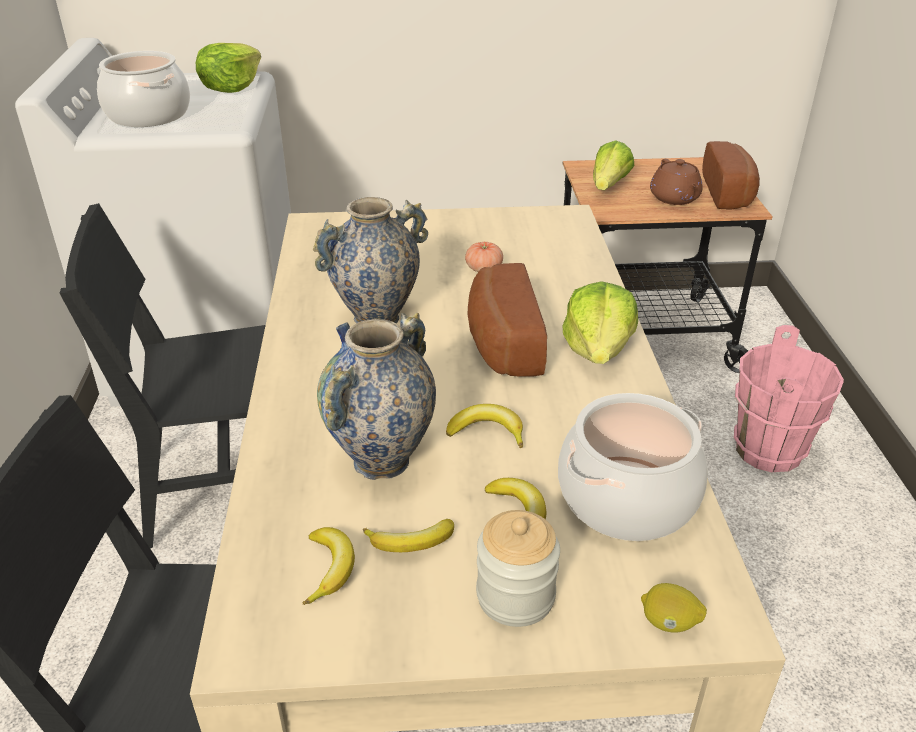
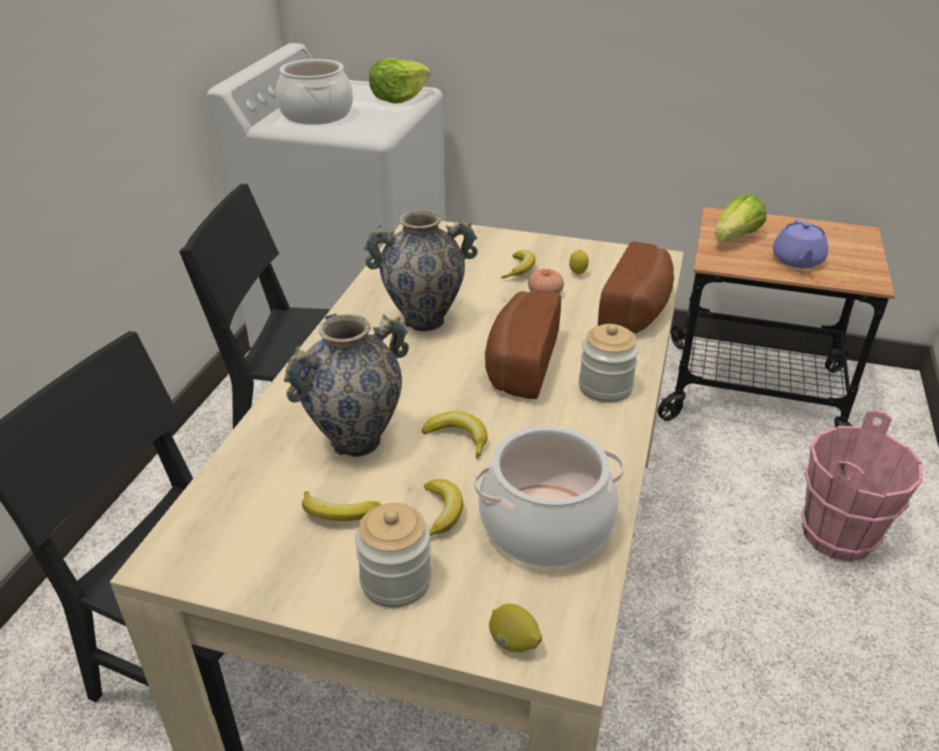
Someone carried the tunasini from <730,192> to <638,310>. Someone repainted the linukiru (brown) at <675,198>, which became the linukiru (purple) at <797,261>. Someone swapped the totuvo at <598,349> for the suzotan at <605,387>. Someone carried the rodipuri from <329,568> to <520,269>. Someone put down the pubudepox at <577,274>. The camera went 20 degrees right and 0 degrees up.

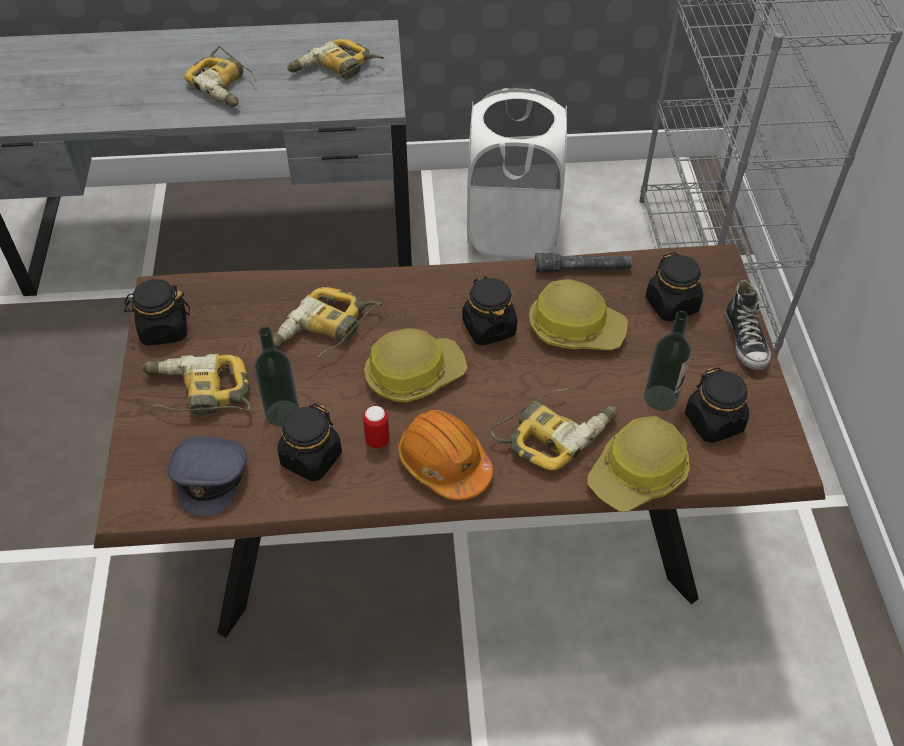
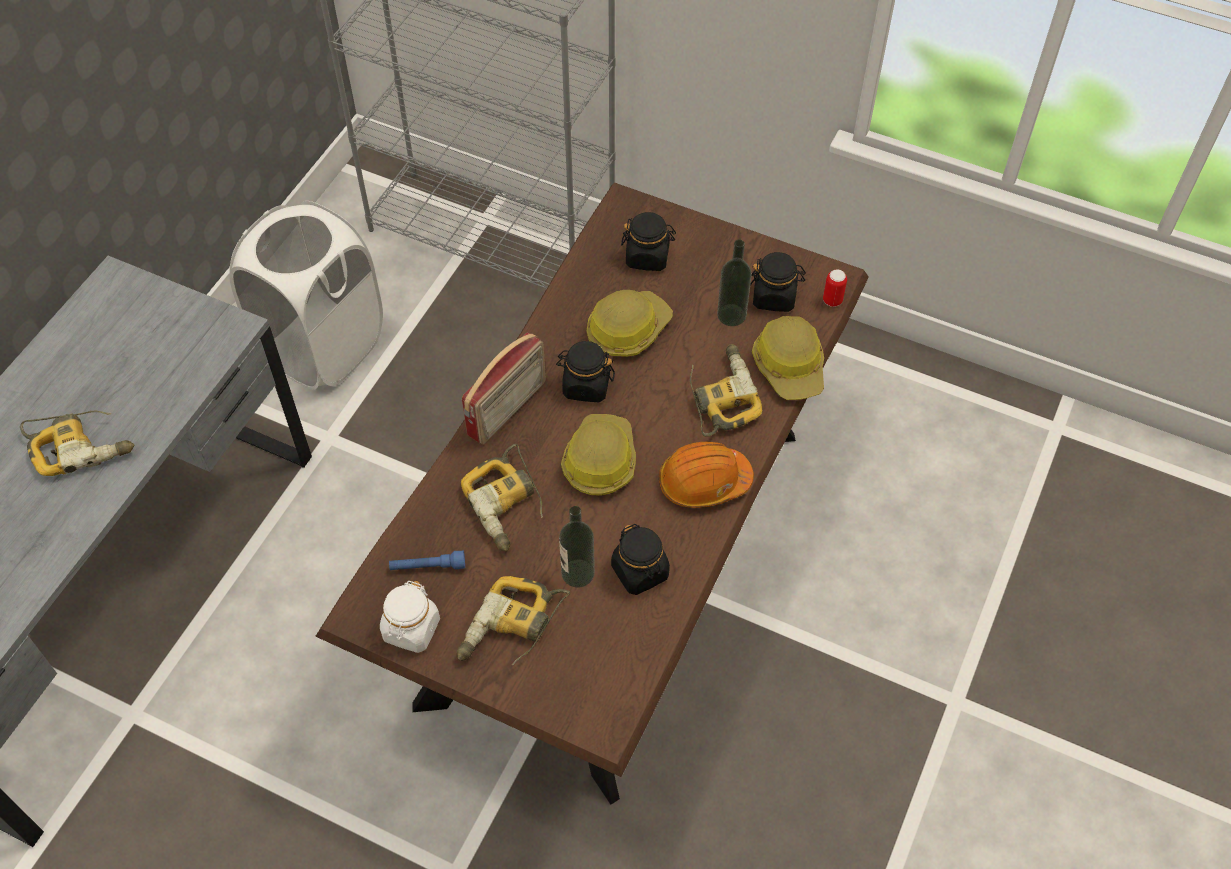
Someone took away the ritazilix at <335,71>. Someone took away the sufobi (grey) at <582,269>. Someone repainted the suzotan (black) at <164,329>, which became the suzotan (white) at <411,629>. Someone took away the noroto at <745,341>. Someone carried the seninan from <377,441> to <832,300>. Someone took away the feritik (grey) at <211,477>. Someone put down the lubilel at <508,409>. Someone put down the sufobi (blue) at <428,567>. The camera went 60 degrees left and 5 degrees up.

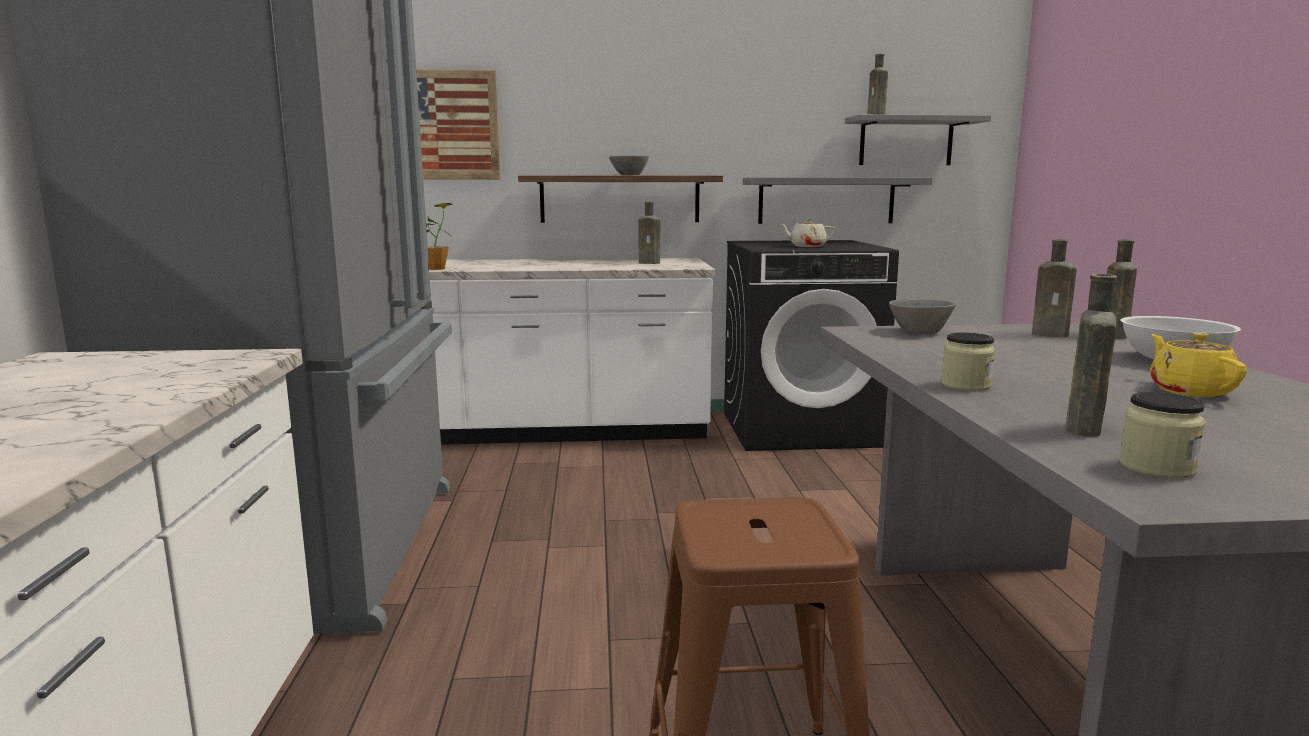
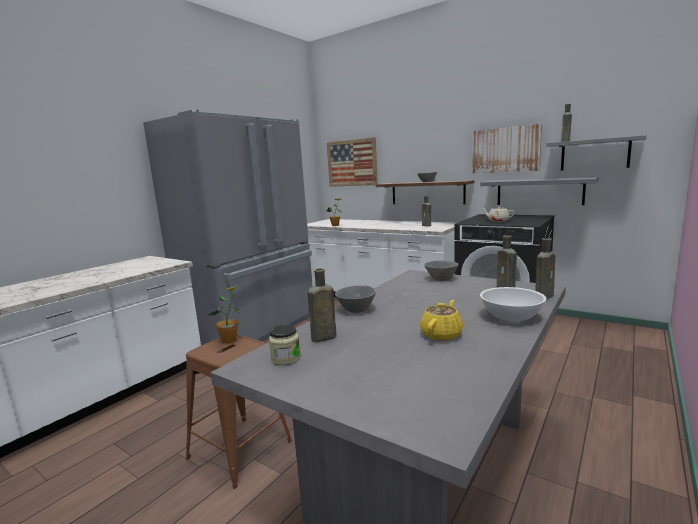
Someone swapped the suzotan at <966,385> for the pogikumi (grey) at <355,309>. Someone put up the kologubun at <505,150>. Someone put down the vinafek at <229,340>. The camera went 40 degrees right and 0 degrees up.

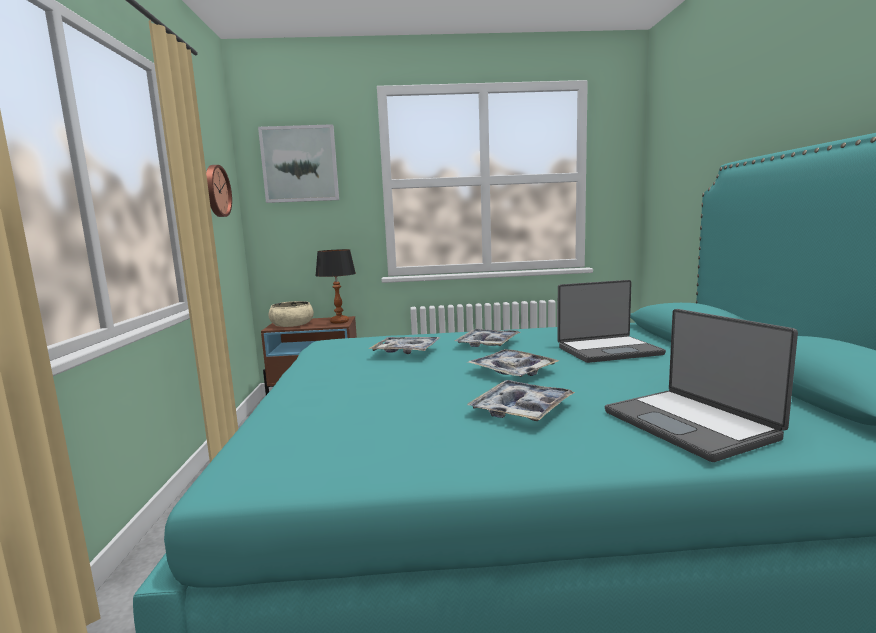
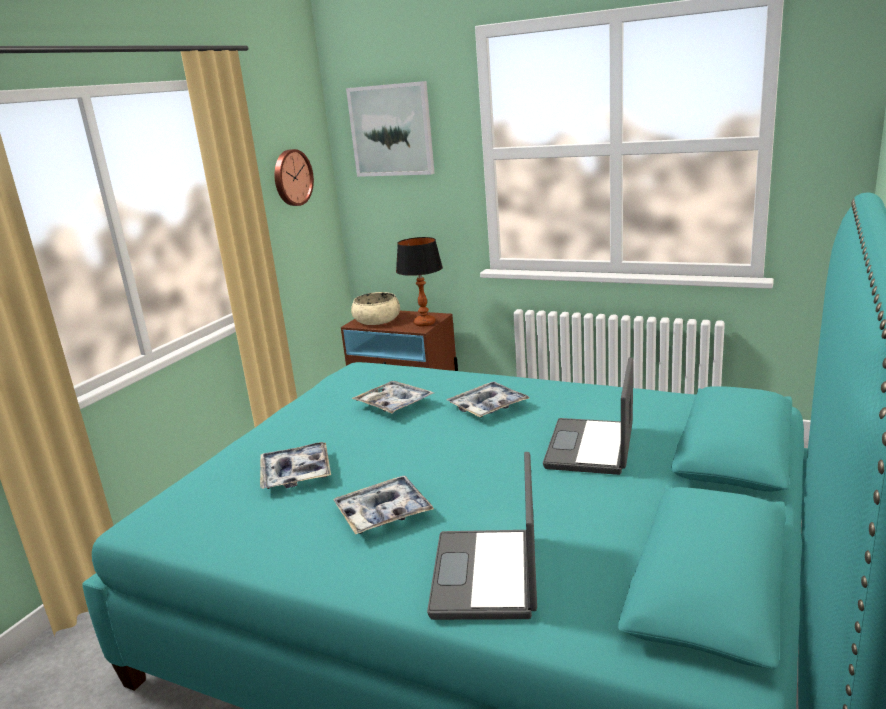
Someone rotated the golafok at <608,350> by 90 degrees clockwise. Someone carried the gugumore from <512,371> to <296,473>. The camera went 30 degrees right and 10 degrees up.

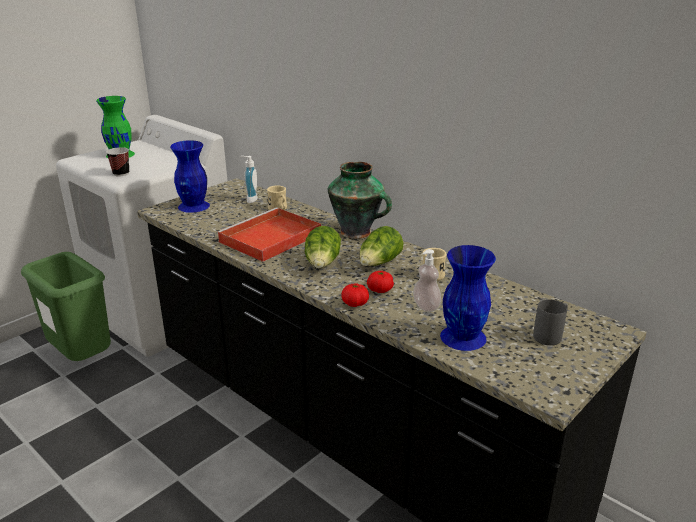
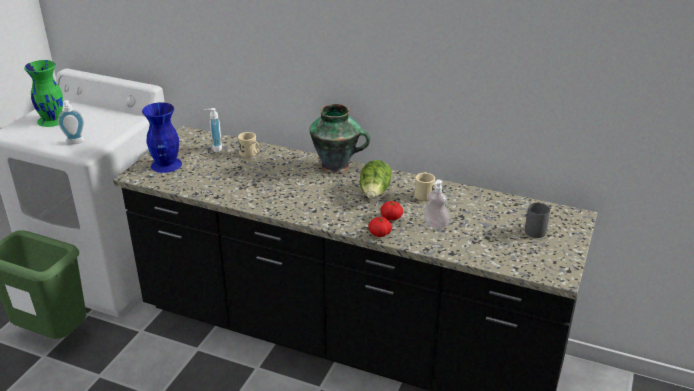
Someone swapped the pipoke at <121,173> for the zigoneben at <75,143>. Someone took away the gugumore (red) at <269,238>. Someone took away the totuvo at <323,264>. Someone took away the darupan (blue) at <463,337>. The camera went 20 degrees left and 5 degrees up.

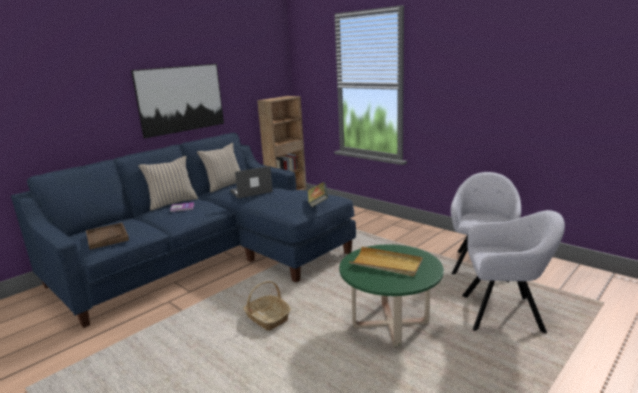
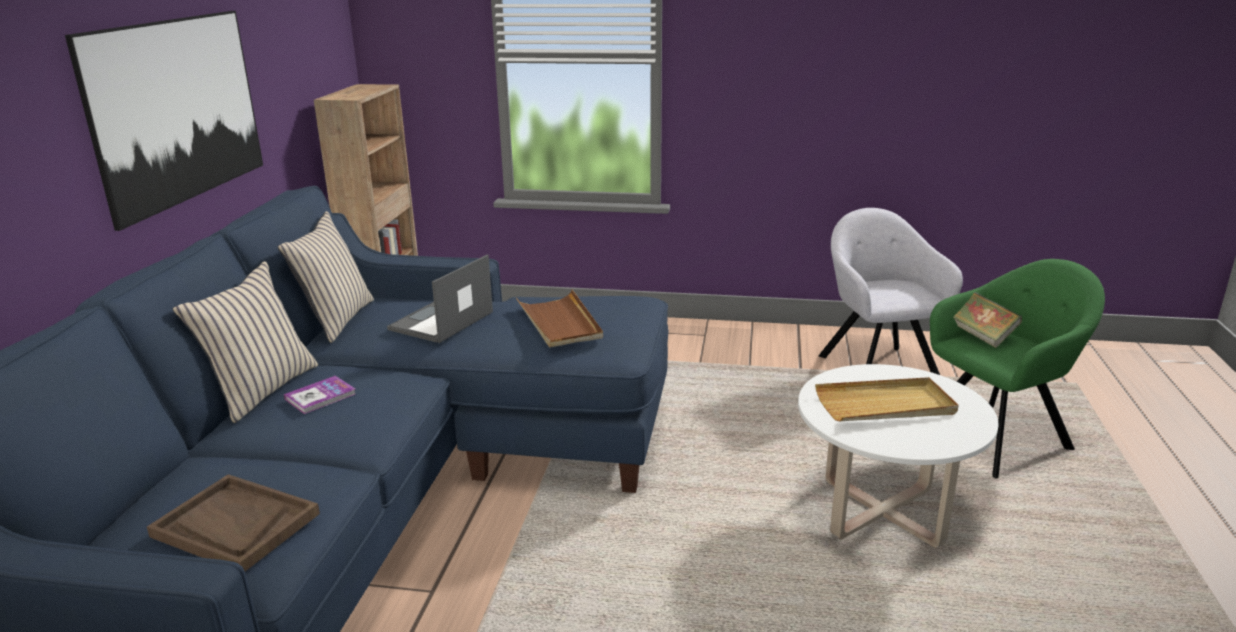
Someone carried the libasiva from <318,203> to <981,336>. Someone repainted the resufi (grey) at <505,313>, which became the resufi (green) at <997,437>. Someone repainted the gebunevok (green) at <390,324>, which became the gebunevok (white) at <882,512>. Someone took away the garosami at <267,318>. Someone put down the gugumore (brown) at <560,322>. The camera went 35 degrees left and 5 degrees up.

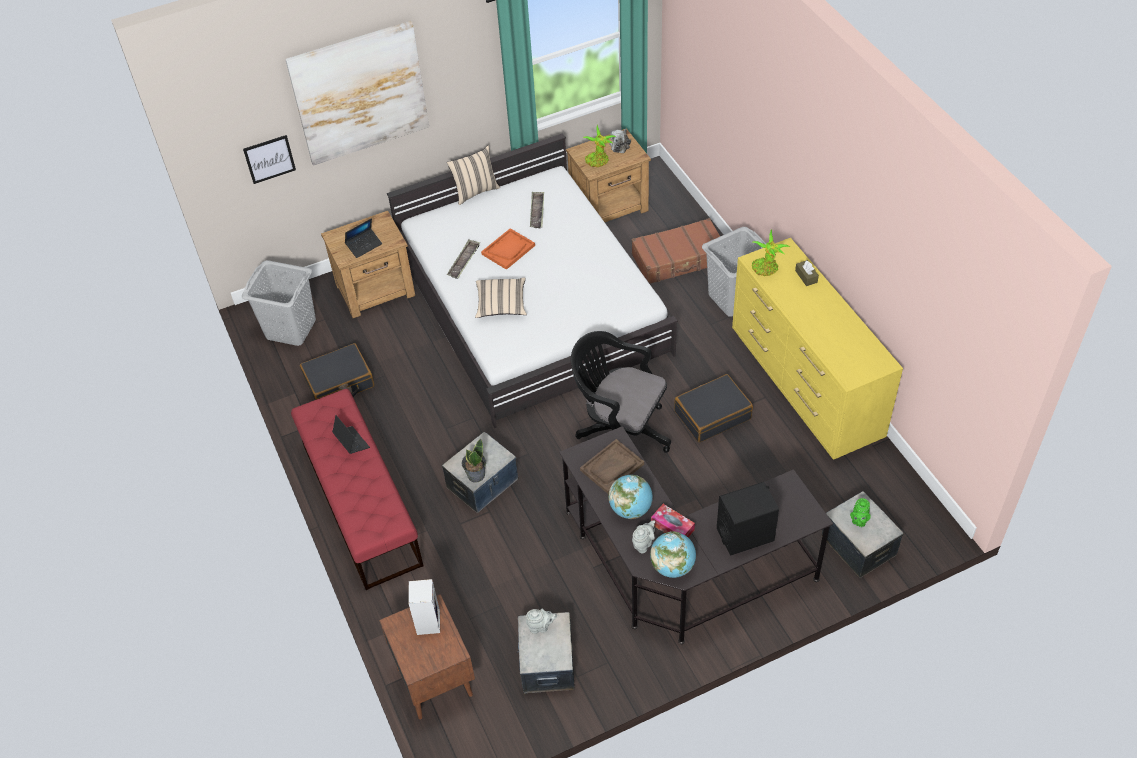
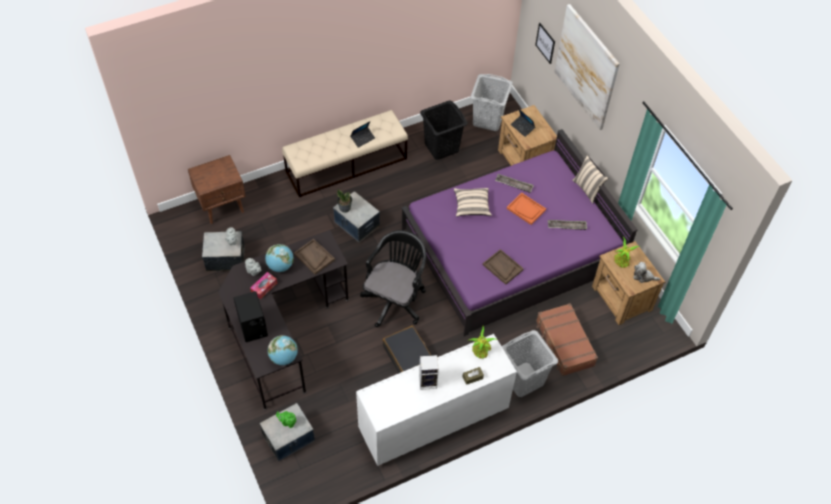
Someone repainted the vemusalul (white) at <533,306>, which became the vemusalul (purple) at <511,249>. Someone repainted the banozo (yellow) at <805,387>, which became the banozo (white) at <432,420>. Someone swapped the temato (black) at <339,382> for the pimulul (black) at <442,147>. Someone repainted the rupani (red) at <361,503>, which became the rupani (beige) at <347,165>. Someone carried the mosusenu from <672,566> to <284,357>. Someone carried the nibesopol from <427,621> to <428,381>. Someone put down the gugumore (brown) at <502,267>. The camera went 85 degrees right and 5 degrees up.

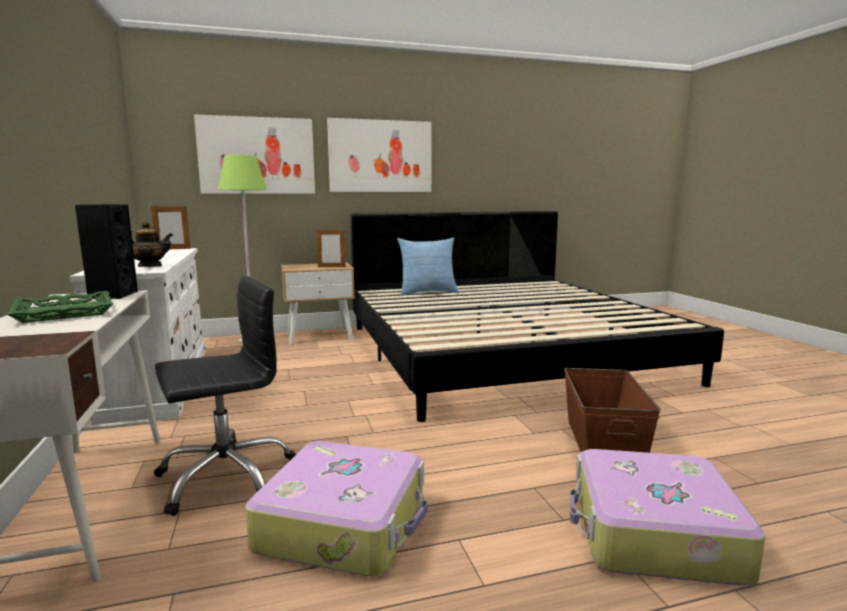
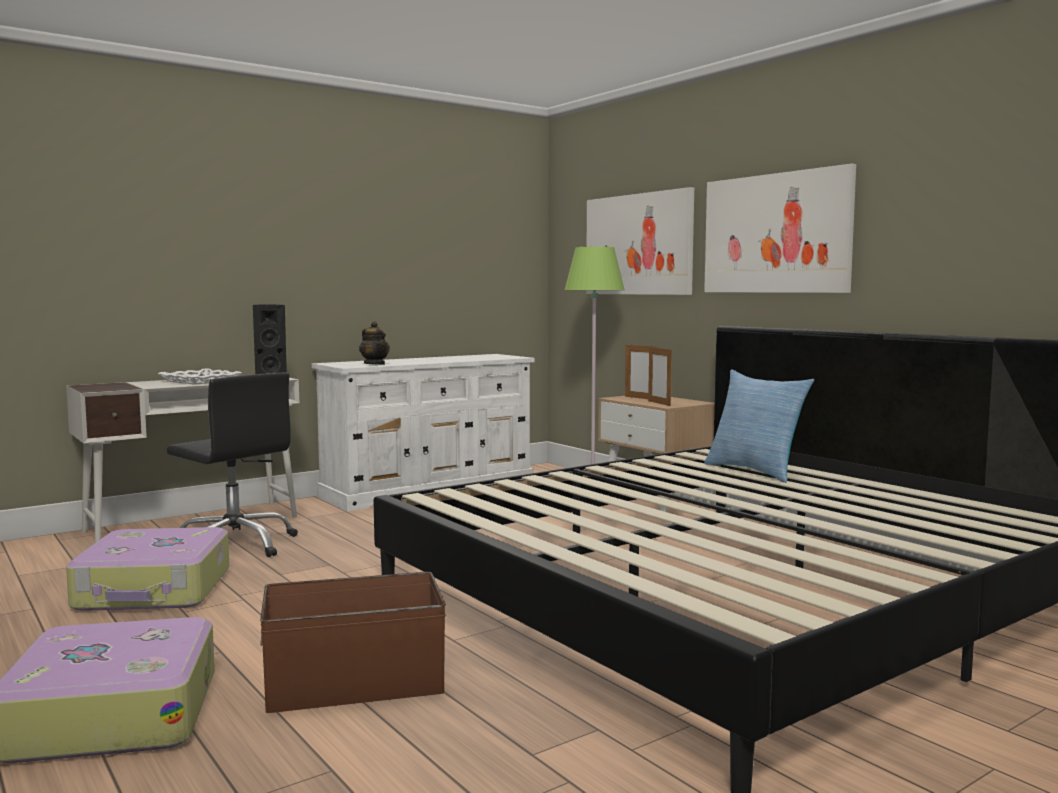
Someone carried the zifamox from <173,249> to <640,398>. Someone repainted the gugumore (green) at <64,313>, which became the gugumore (white) at <199,381>. The camera went 70 degrees right and 5 degrees down.

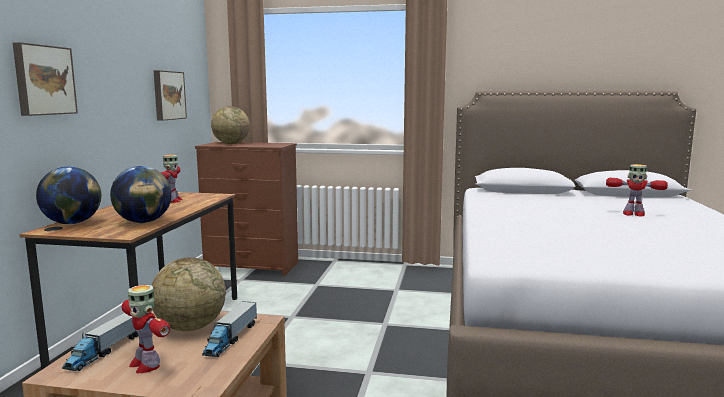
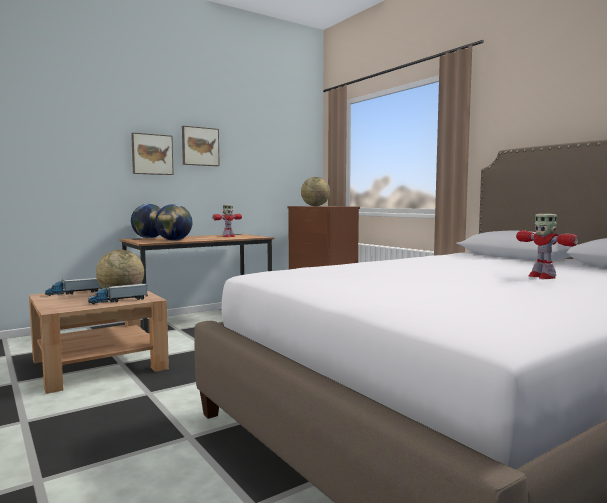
Someone carried the kologubun from <168,95> to <200,146>. Someone took away the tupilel at <145,364>. The camera went 45 degrees right and 5 degrees down.

